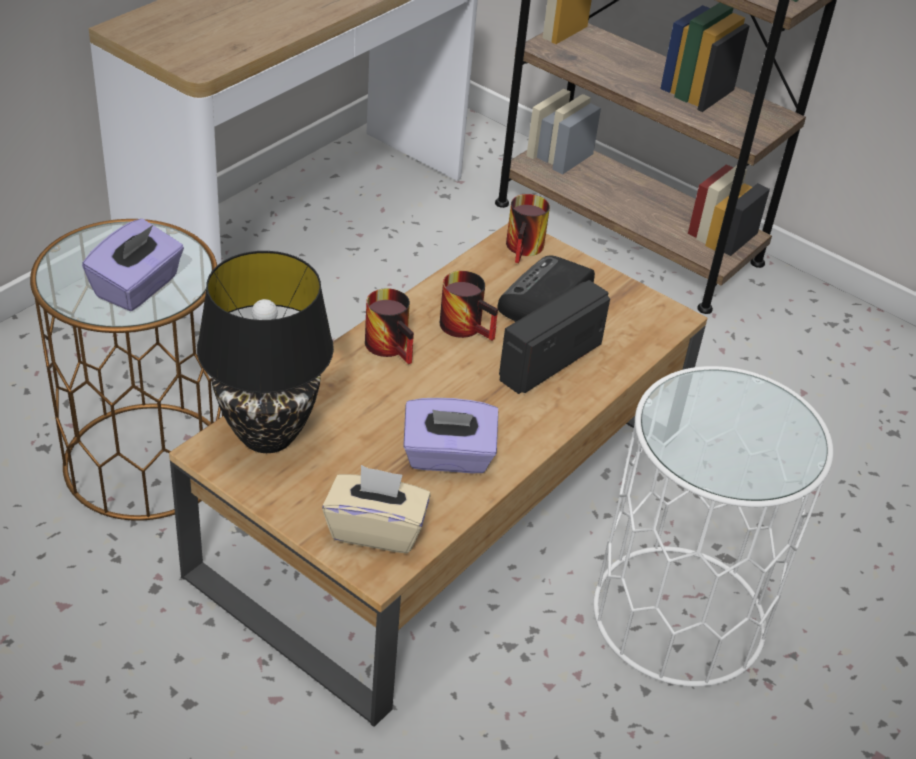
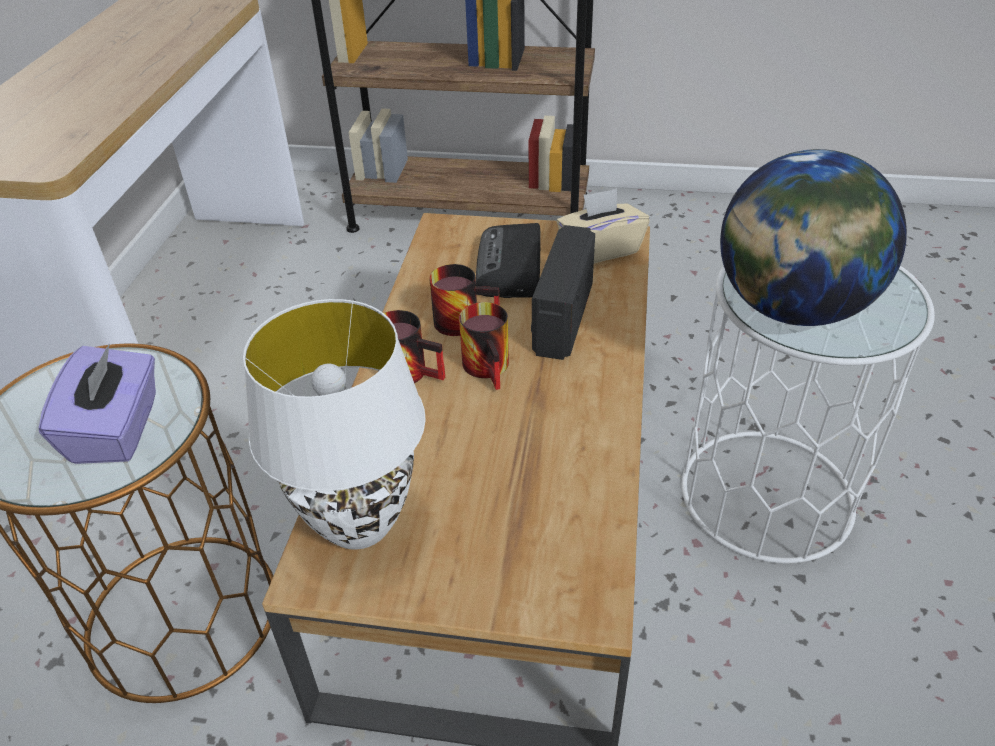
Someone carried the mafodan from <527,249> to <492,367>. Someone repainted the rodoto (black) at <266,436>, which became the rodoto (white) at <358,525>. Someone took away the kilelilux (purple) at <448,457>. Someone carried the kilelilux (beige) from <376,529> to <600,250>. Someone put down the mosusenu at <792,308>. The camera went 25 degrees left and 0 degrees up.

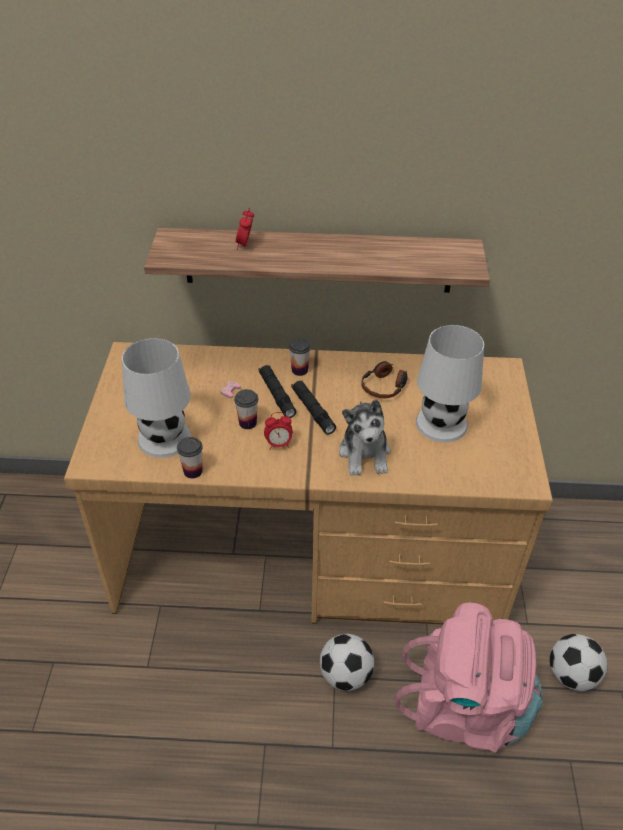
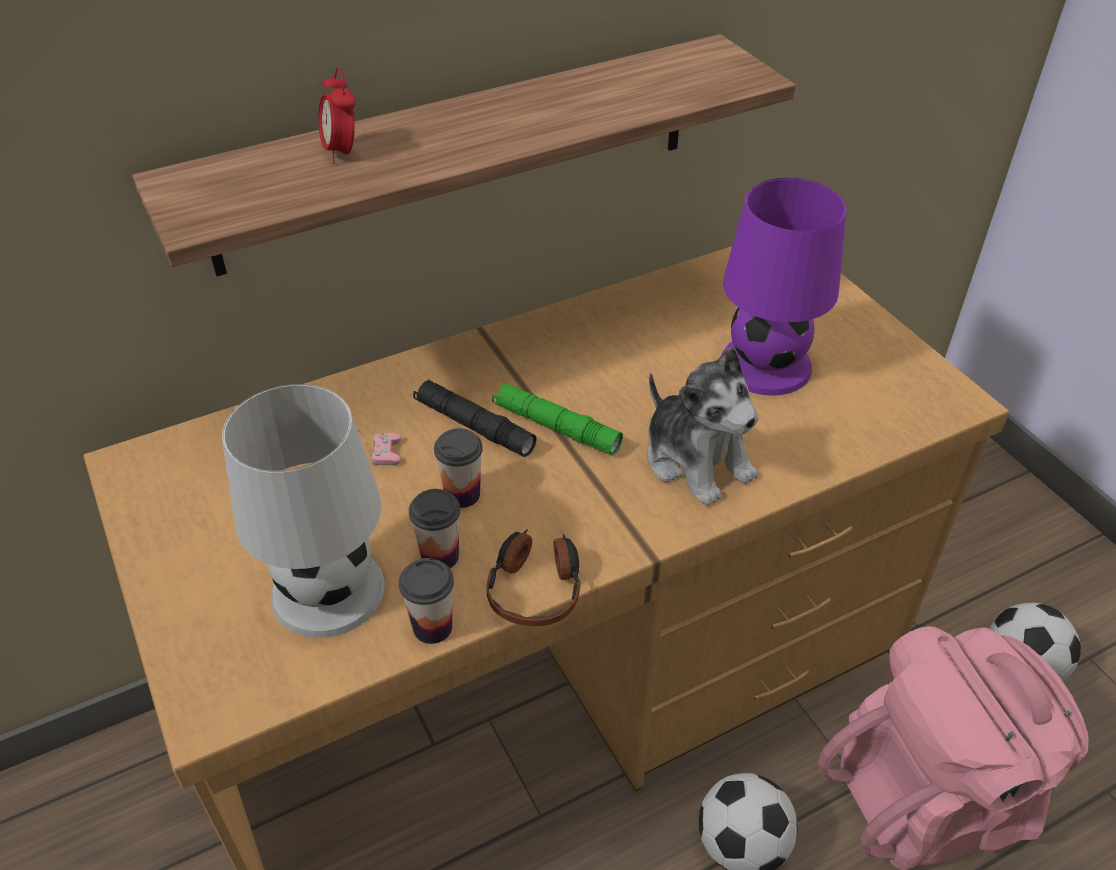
Someone repainted the rodoto (white) at <442,423>, which became the rodoto (purple) at <765,364>. Someone carried the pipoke from <299,370> to <440,556>. Someone carried the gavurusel from <384,386> to <536,587>. Someone repainted the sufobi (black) at <313,411>, which became the sufobi (green) at <556,427>. Someone took away the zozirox at <278,444>. The camera went 30 degrees left and 0 degrees up.

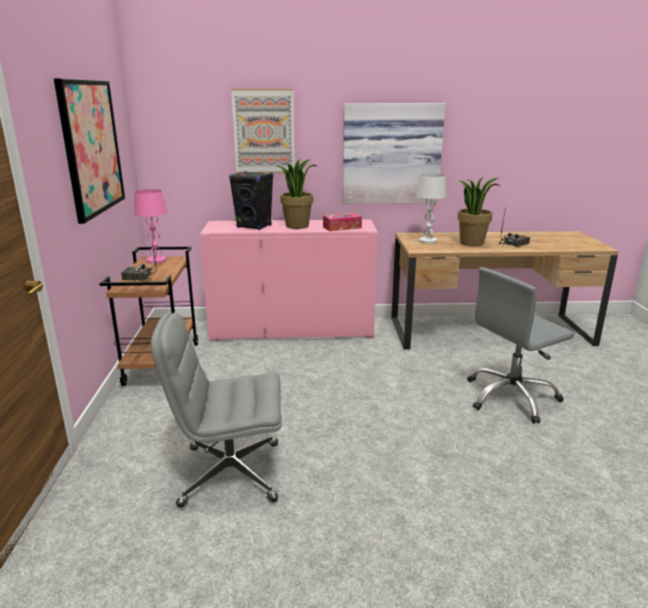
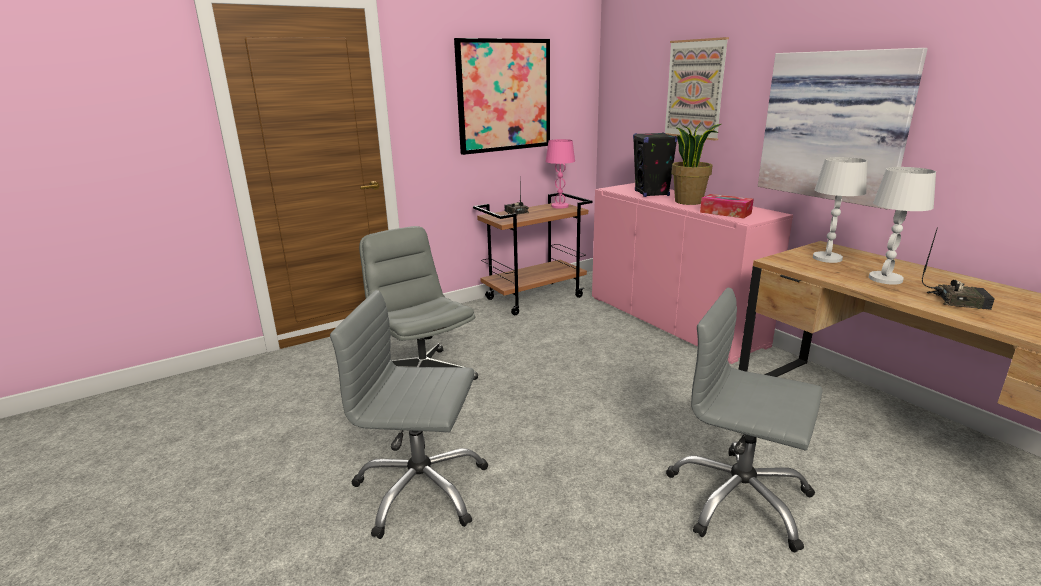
Someone swapped the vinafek at <472,243> for the rodoto (white) at <885,279>. Someone put down the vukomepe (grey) at <421,490>. The camera went 60 degrees right and 0 degrees up.

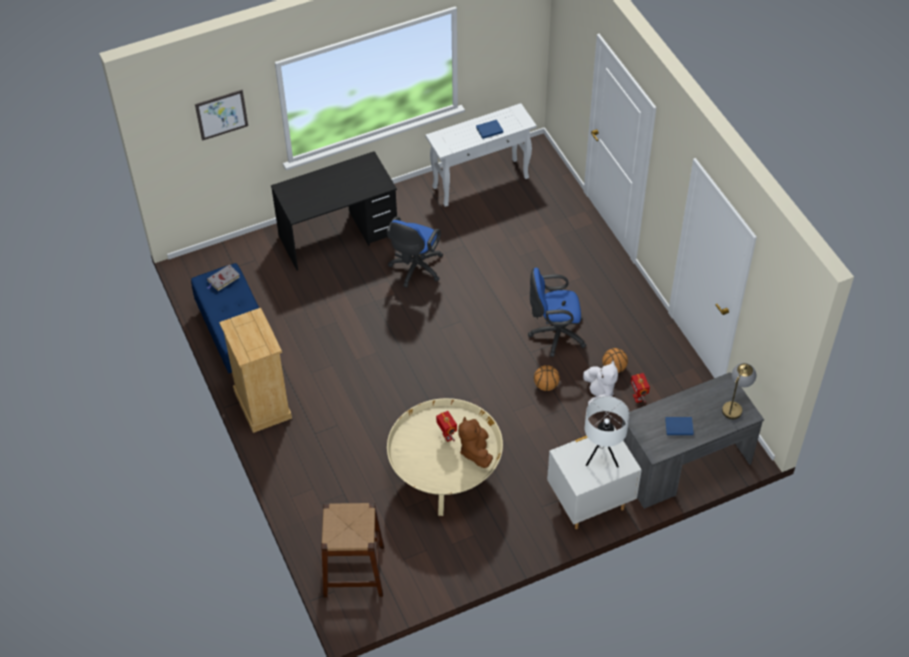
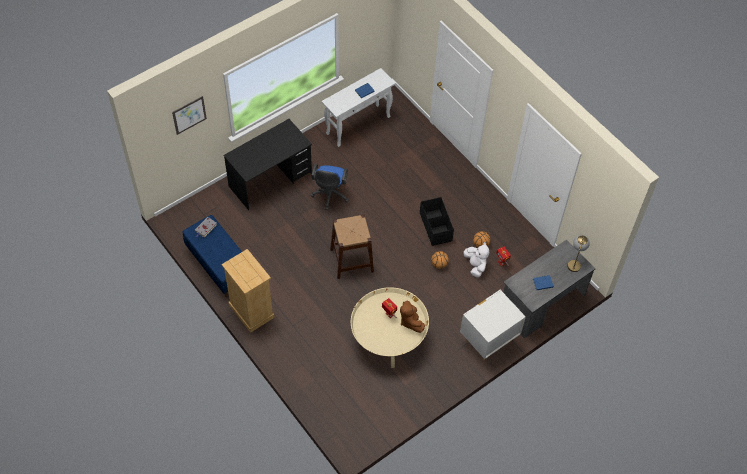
Someone swapped the vukomepe (blue) at <554,334> for the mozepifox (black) at <436,227>. Someone took away the rodoto (white) at <602,457>. Someone carried the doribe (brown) from <354,571> to <351,260>. The camera went 15 degrees left and 5 degrees up.

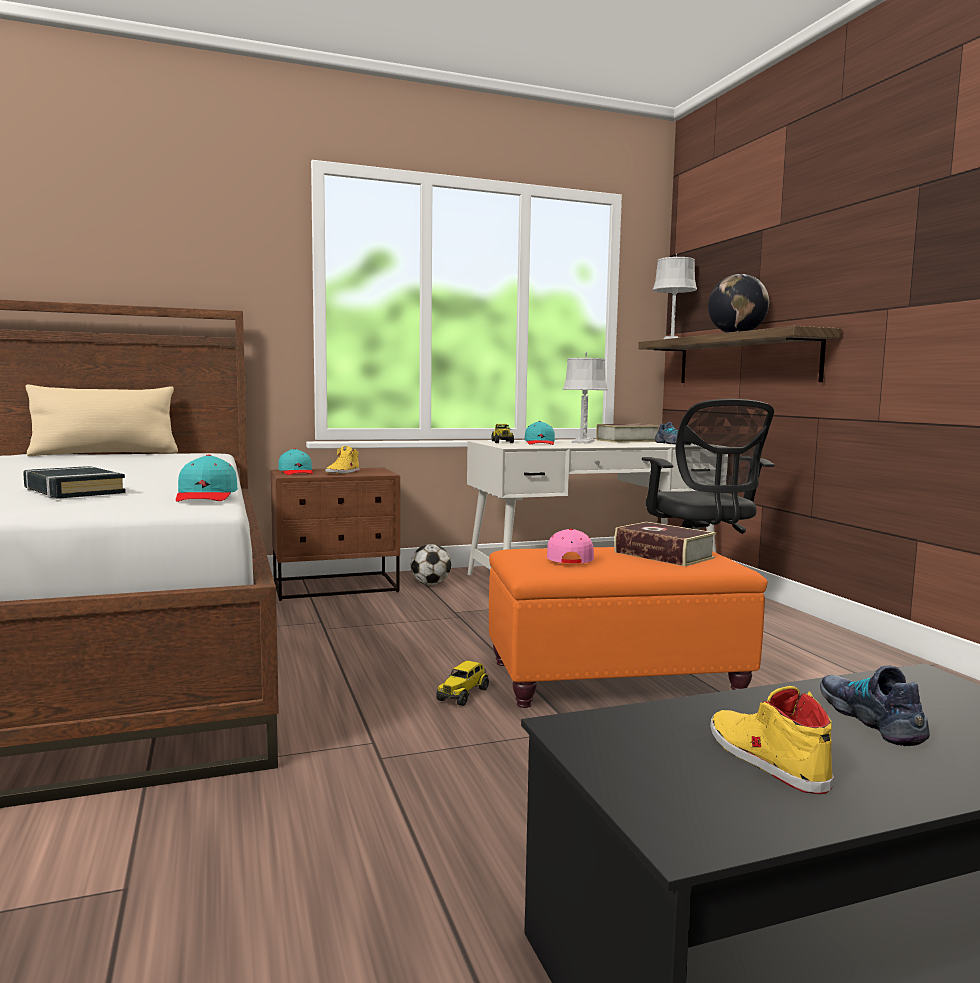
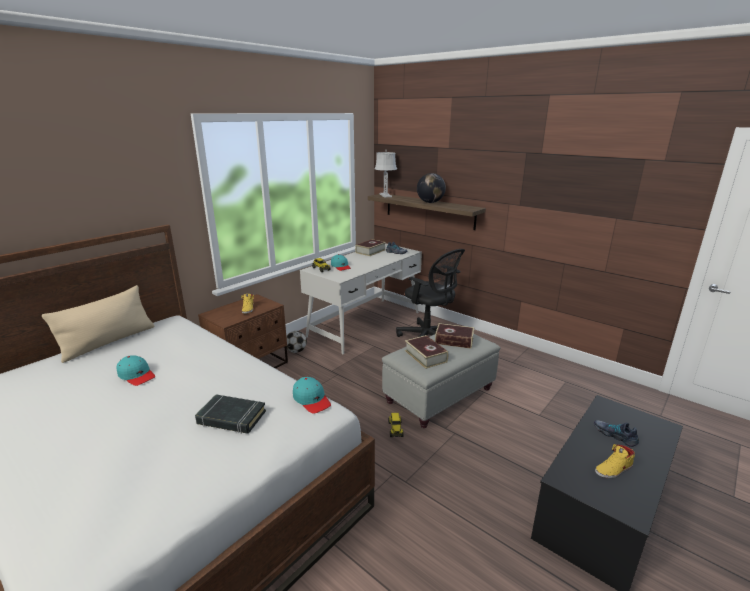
Someone took away the rodoto (grey) at <583,442>. Someone carried the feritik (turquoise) from <296,472> to <137,375>. Someone swapped the feritik (pink) at <569,559> for the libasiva at <425,356>. Someone repainted the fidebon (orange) at <617,678>, which became the fidebon (grey) at <440,395>. Someone rotated the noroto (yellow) at <765,759> by 60 degrees counterclockwise. The camera went 30 degrees left and 15 degrees up.

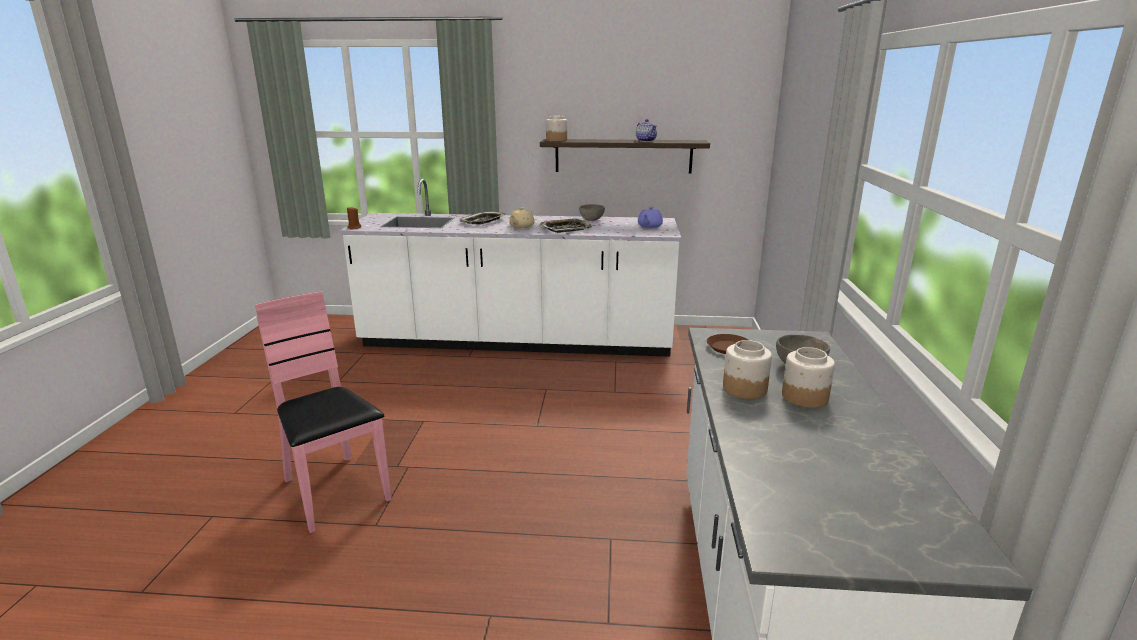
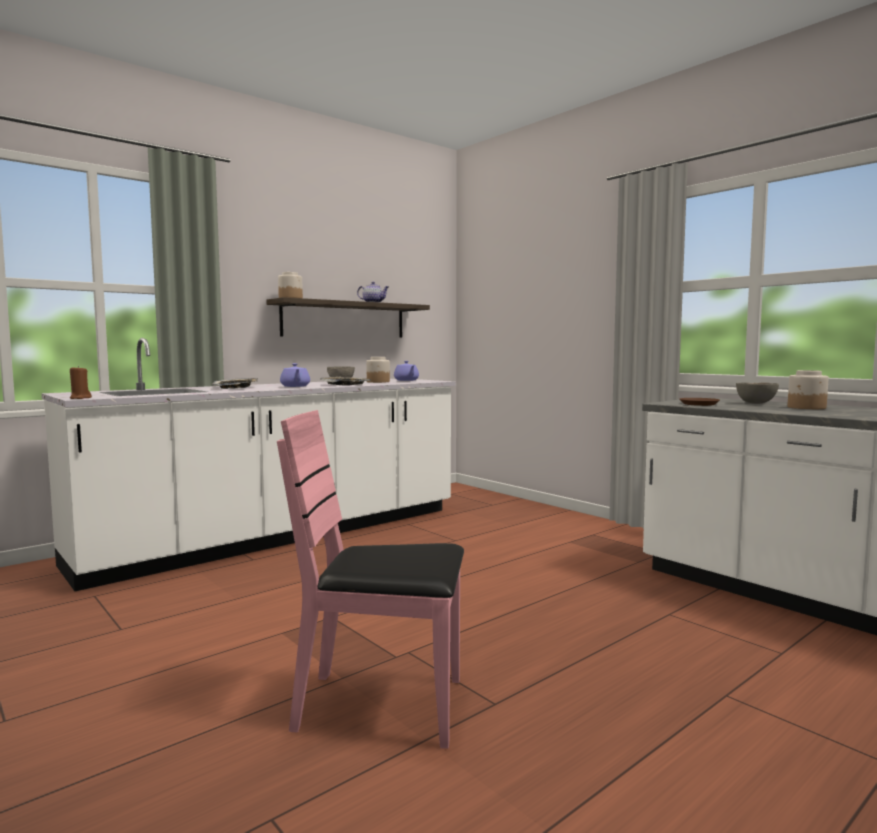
Someone repainted the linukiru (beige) at <521,227>, which became the linukiru (purple) at <295,386>. Someone carried the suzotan from <744,388> to <377,382>. The camera went 45 degrees left and 15 degrees down.

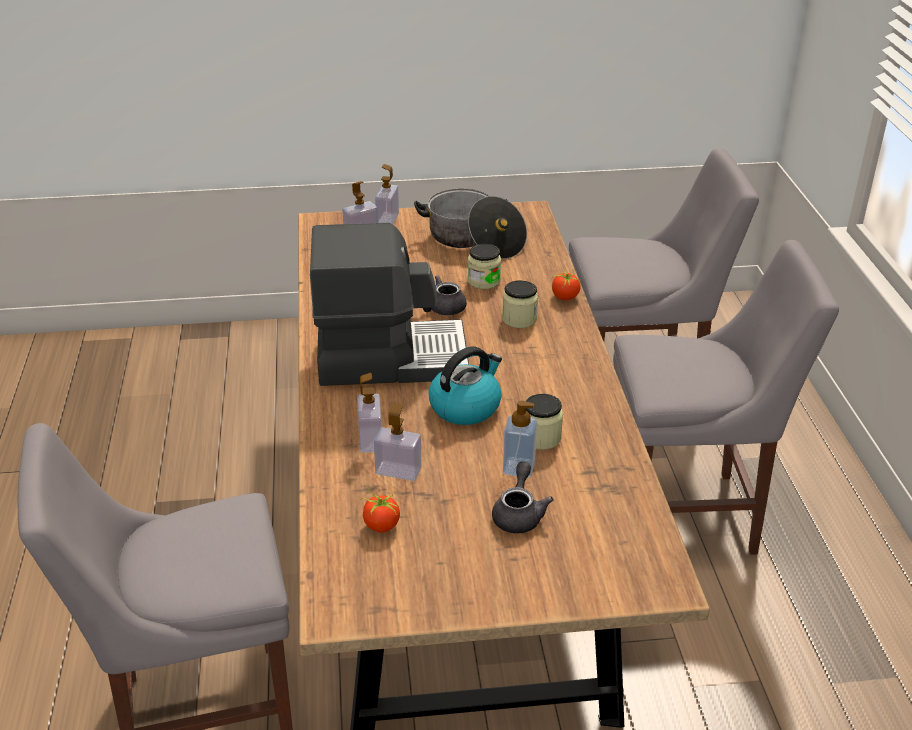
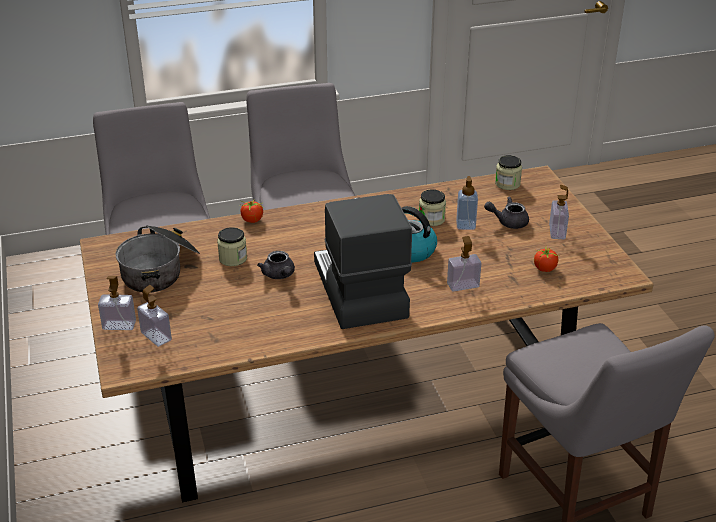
Someone carried the suzotan from <519,319> to <507,184>. Someone carried the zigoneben from <398,471> to <557,232>. The camera went 100 degrees left and 0 degrees up.

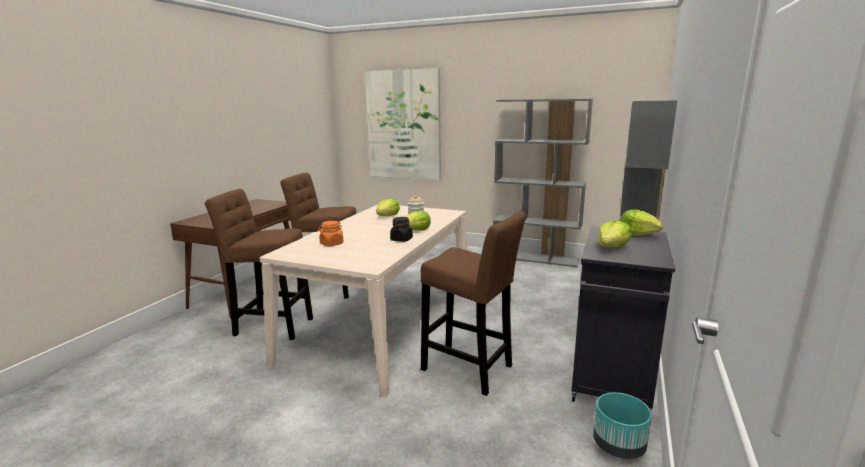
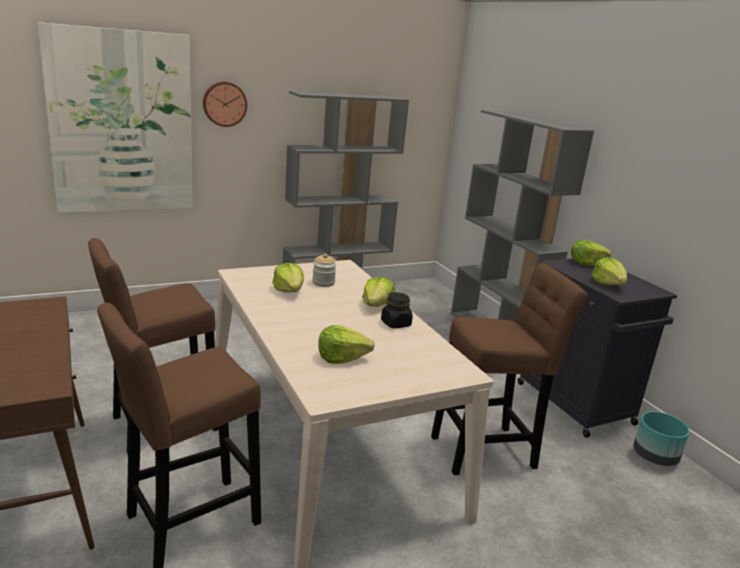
Someone swapped the suzotan (orange) at <331,244> for the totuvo at <341,358>. Someone put up the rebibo at <224,104>. The camera went 50 degrees left and 5 degrees up.

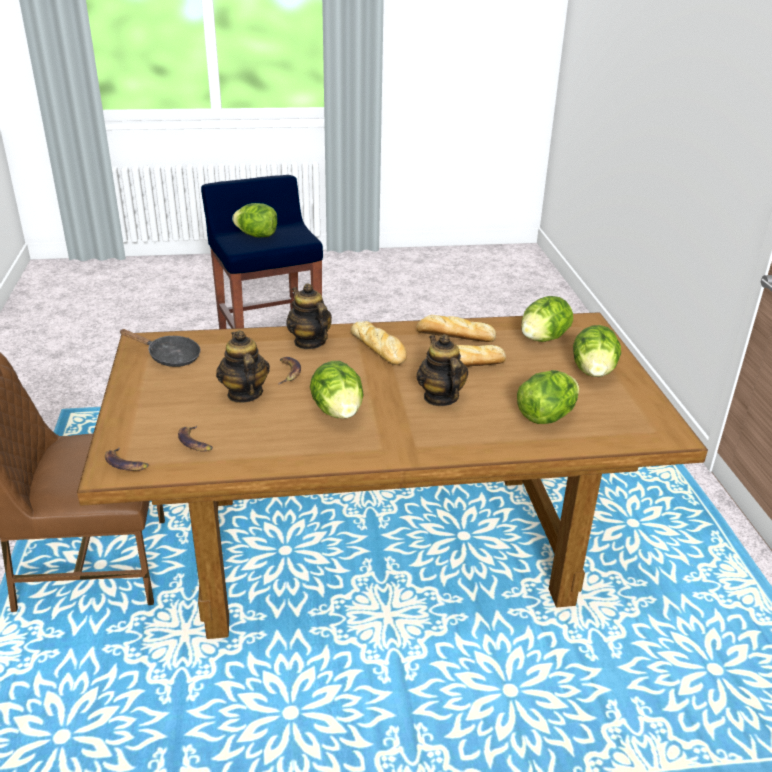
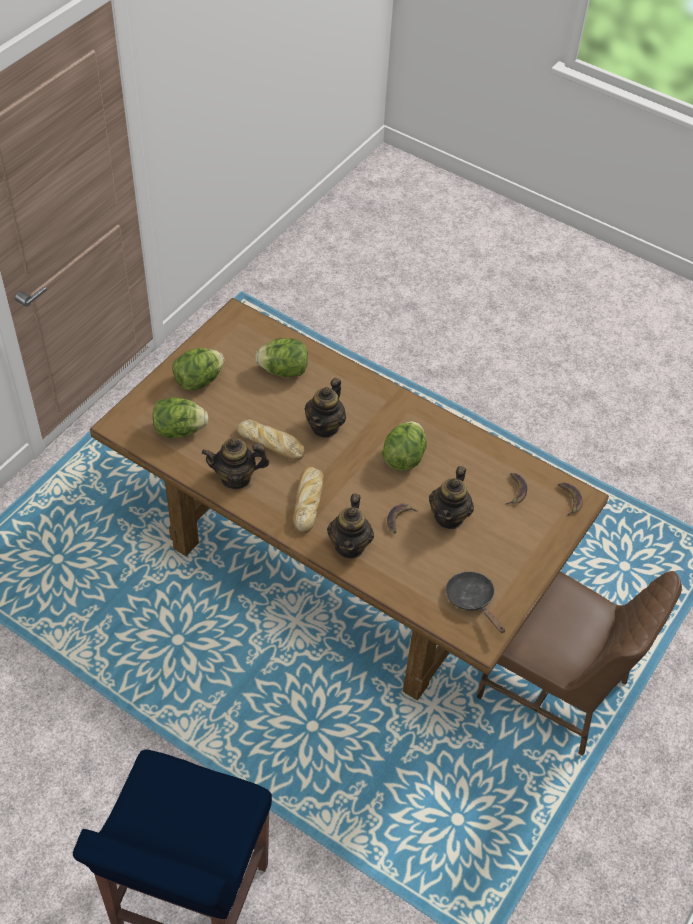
Someone took away the totuvo at <257,235>. Someone swapped the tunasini at <453,336> for the linukiru at <236,478>. The camera went 140 degrees left and 20 degrees up.

